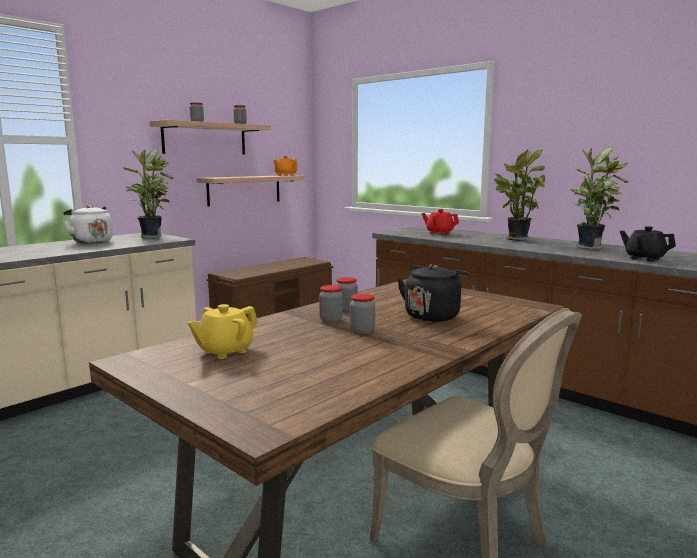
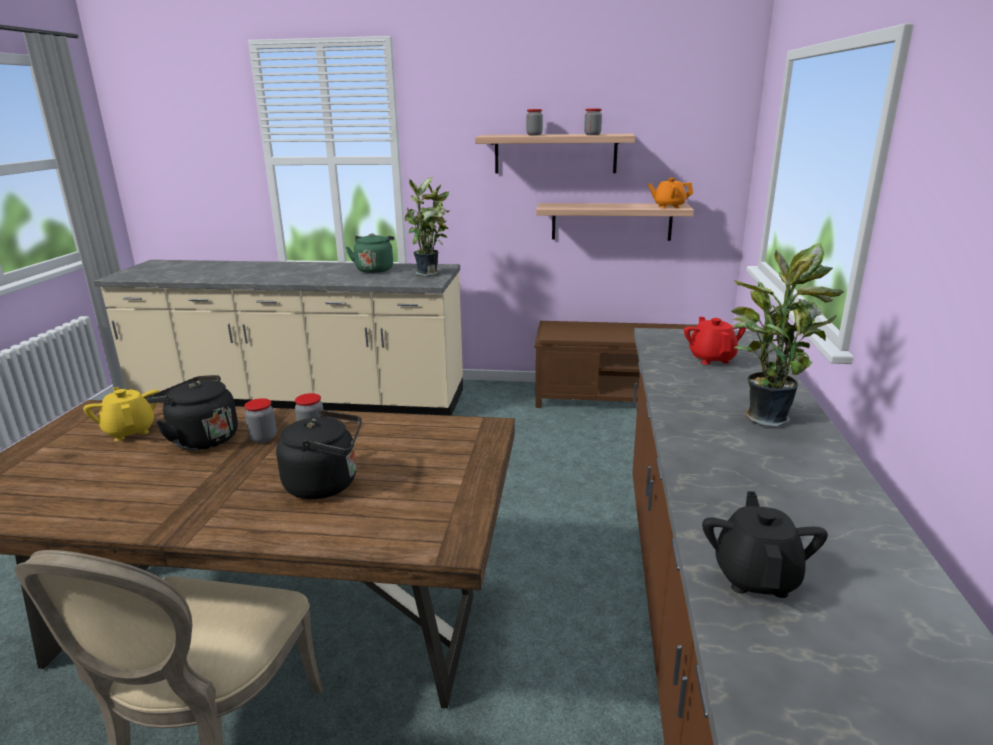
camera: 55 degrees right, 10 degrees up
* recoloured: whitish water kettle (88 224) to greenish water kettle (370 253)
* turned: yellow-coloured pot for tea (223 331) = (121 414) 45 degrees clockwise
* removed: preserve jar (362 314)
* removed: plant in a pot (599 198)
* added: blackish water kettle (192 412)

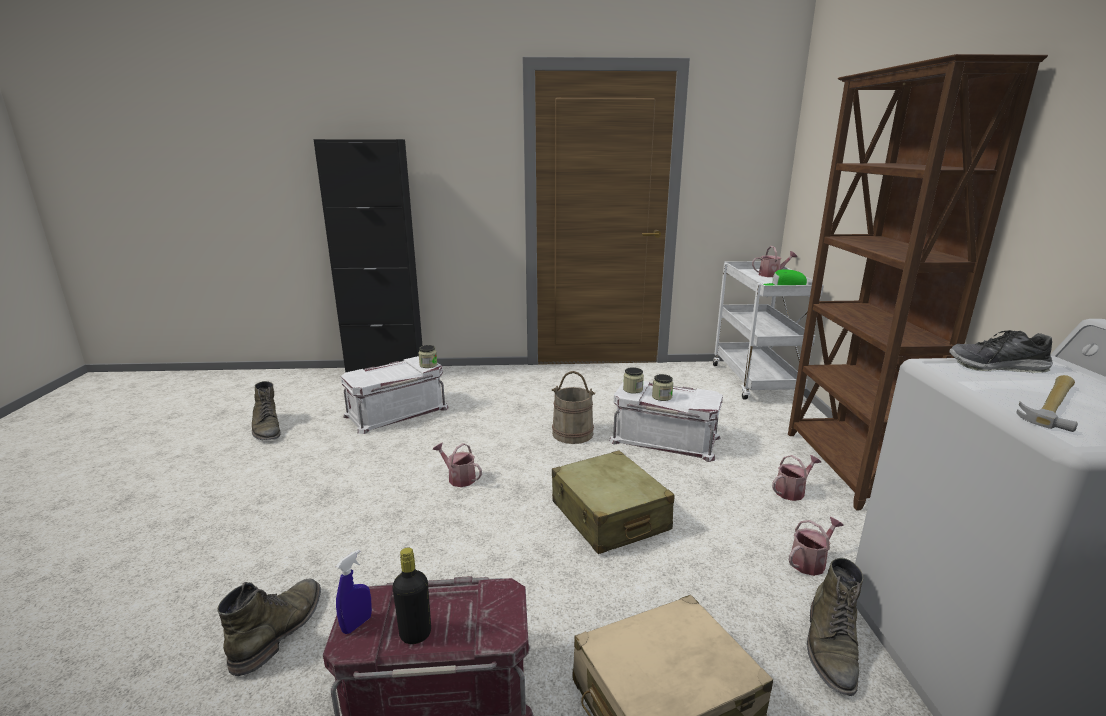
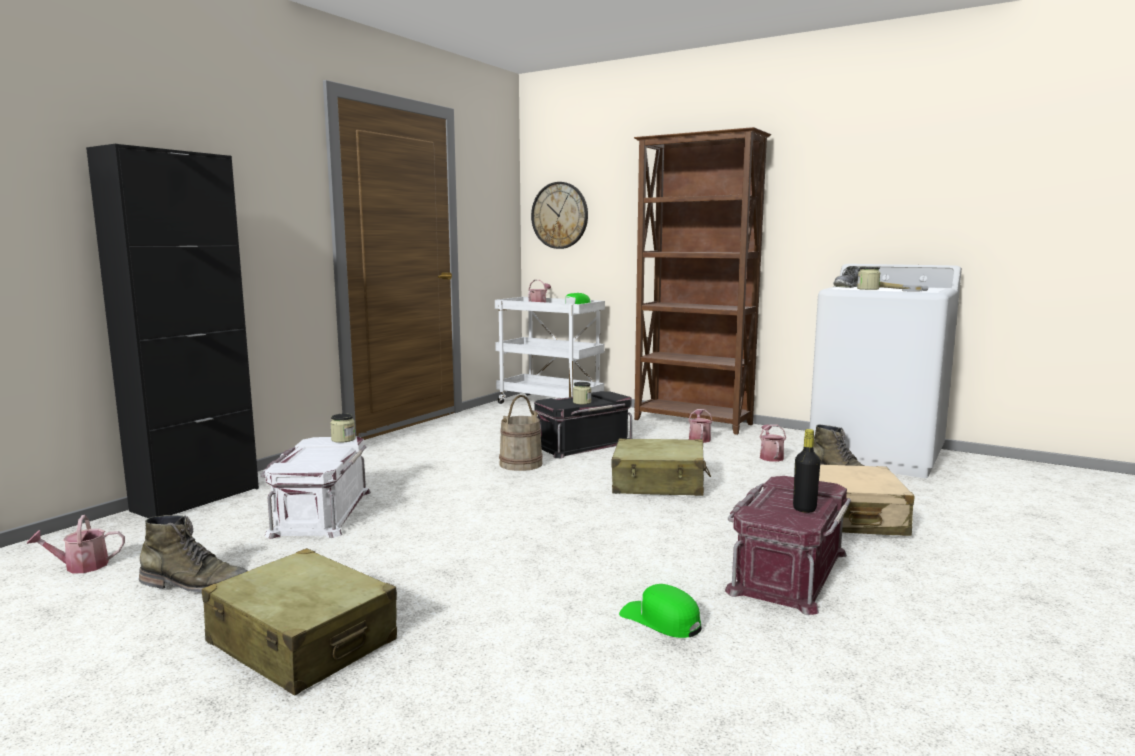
camera: 55 degrees left, 10 degrees down
* replaced: greenish tall boot (269 627) to greenish peaked cap (660 611)
* removed: blue-coloured spray bottle (354 591)
* moved: sprinkling can (457 464) to (76 544)
* recoloured: whitish storage box (666 421) to blackish storage box (583 424)
* moved: preserve jar (633 380) to (868 278)
* added: beige-coloured piece of luggage (299 621)
* added: wall clock (559 215)

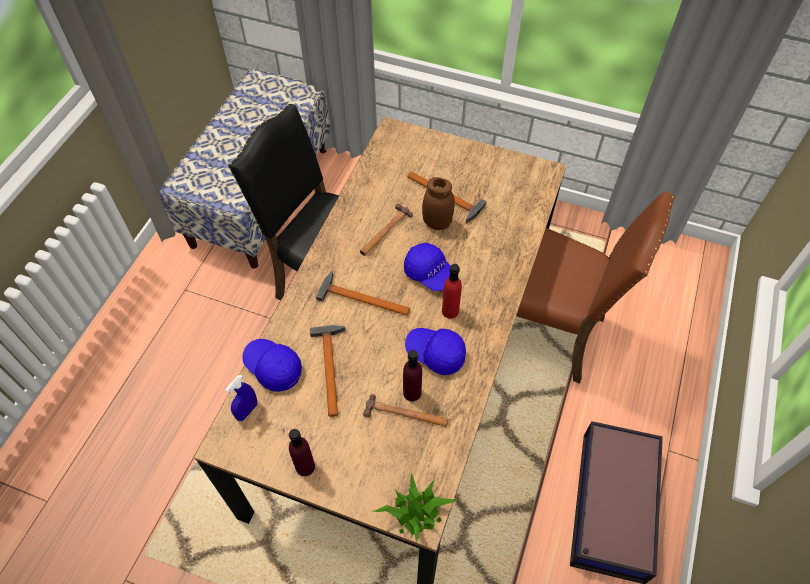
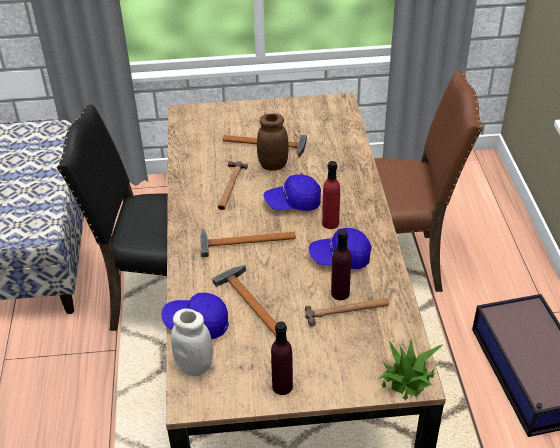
camera: 25 degrees left, 15 degrees down
* replaced: blue-coloured spray bottle (241 398) to whitish preserve jar (192 342)
* turned: blue-coloured peaked cap (427 267) = (292 192) 150 degrees clockwise

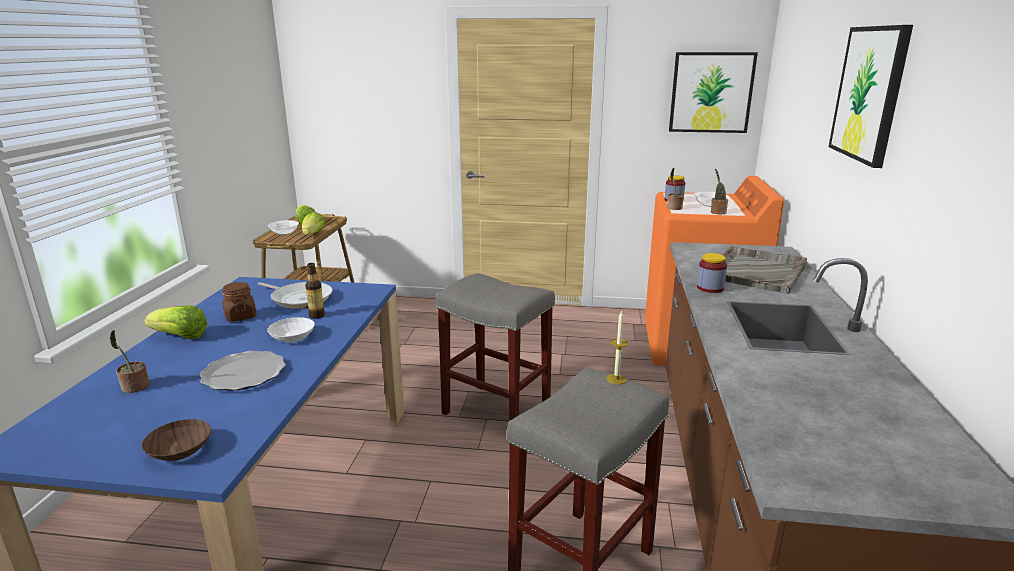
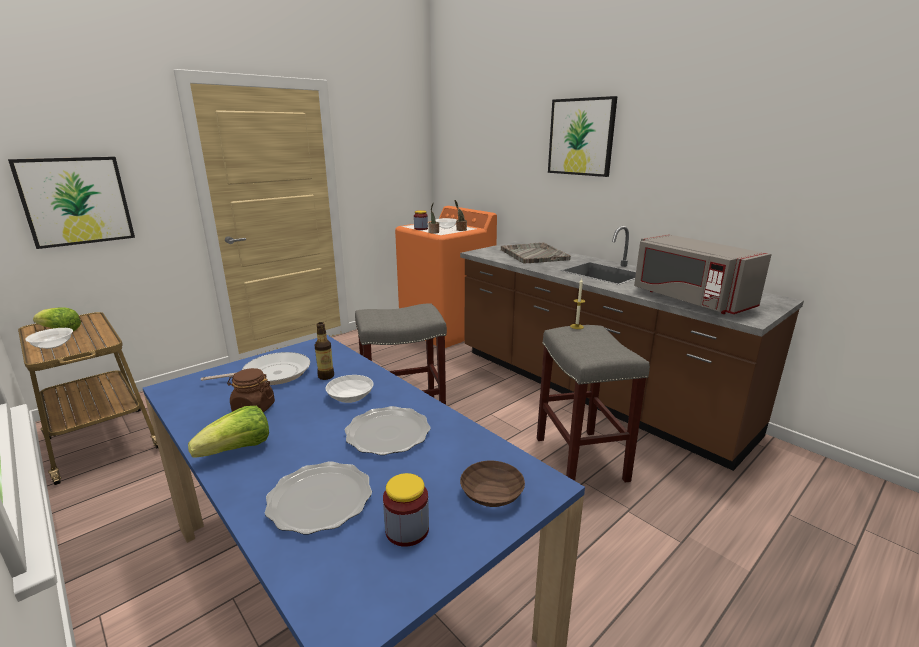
camera: 50 degrees left, 0 degrees up
* replaced: plant in a pot (129 361) to flat dish (318 498)
* removed: head of lettuce (313 223)
* moved: picture (713 92) to (71 203)
* moved: preserve jar (712 273) to (406 510)
* added: gray microwave (703 274)

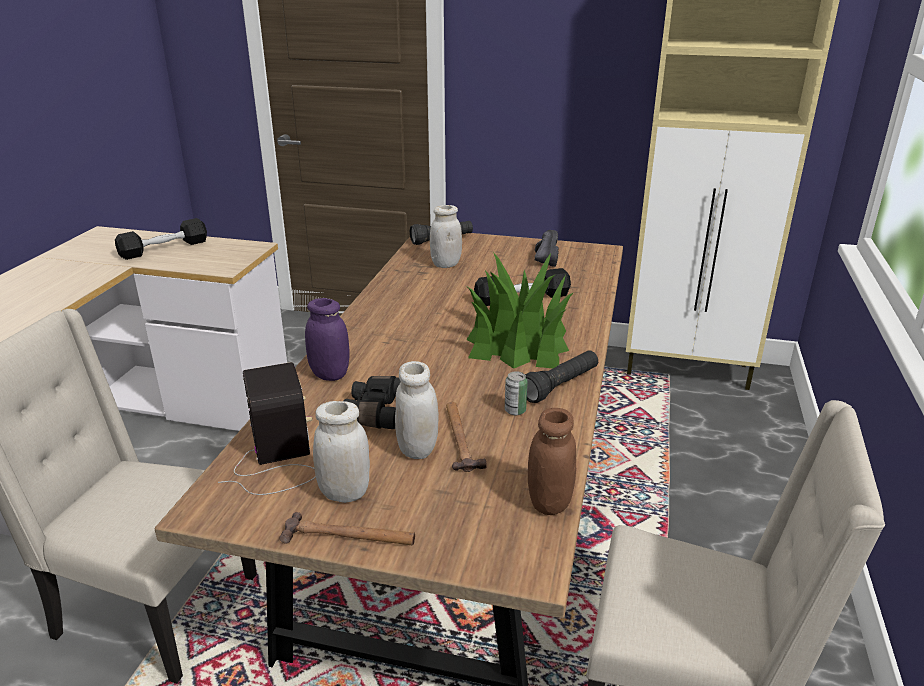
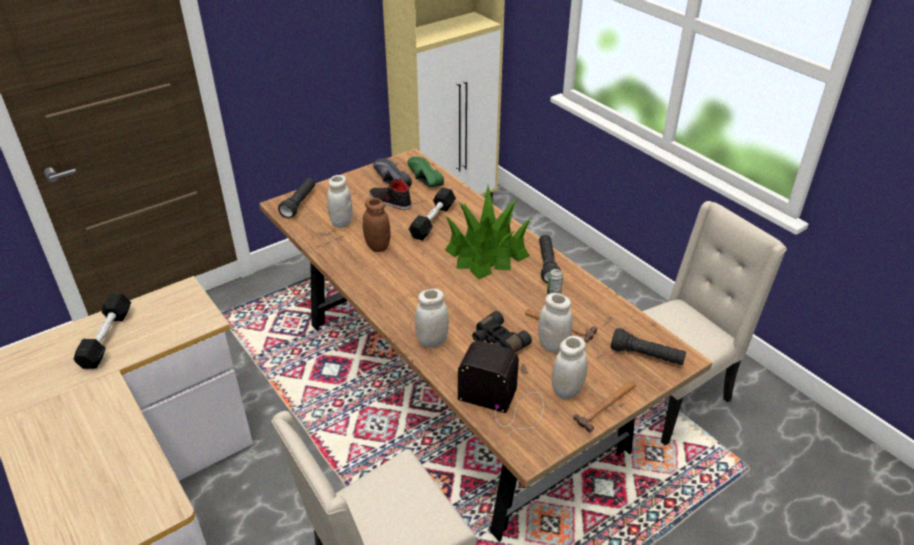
camera: 50 degrees left, 10 degrees up
* recoloured: purplish preserve jar (327 339) to whitish preserve jar (432 318)
* moved: brown-coloured preserve jar (552 461) to (377 225)
* added: blackish shoe (390 194)
* added: greenish shoe (425 171)
* added: blackish torch (648 346)

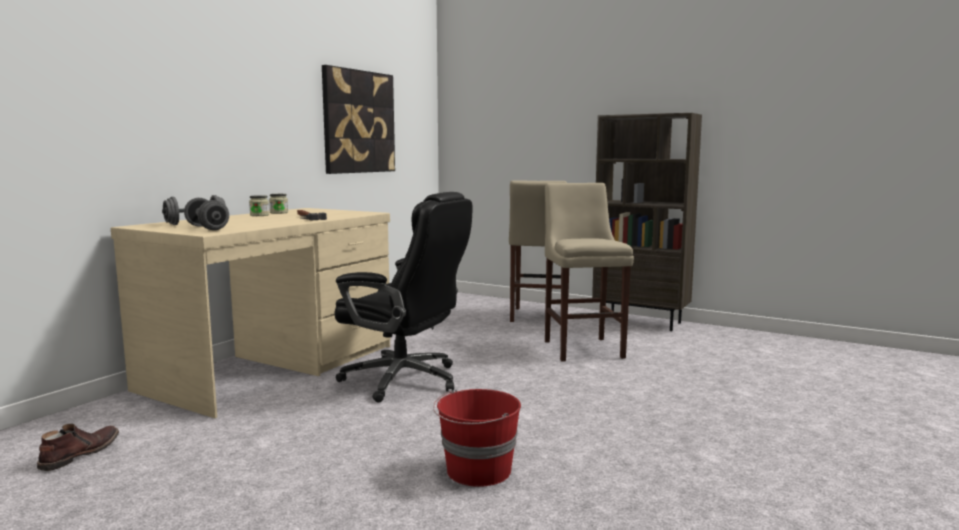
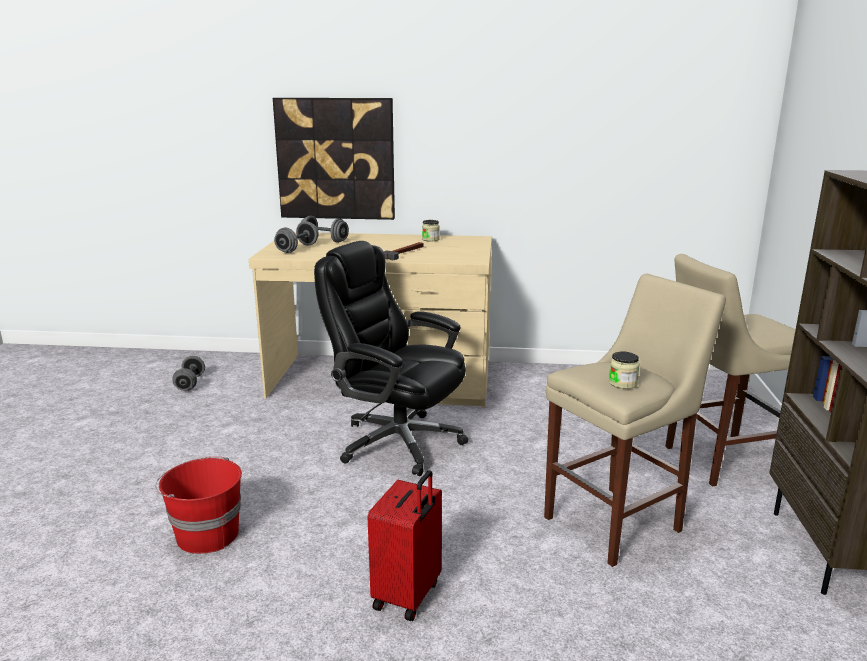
camera: 65 degrees right, 10 degrees up
* replaced: brown-coloured tall boot (78 447) to gray hand weight (188 373)
* moved: preserve jar (259 205) to (624 370)
* moved: picture (358 119) to (334 159)
* turned: blackish office chair (403 297) = (391 358) 120 degrees clockwise
* added: red piece of luggage (405 545)

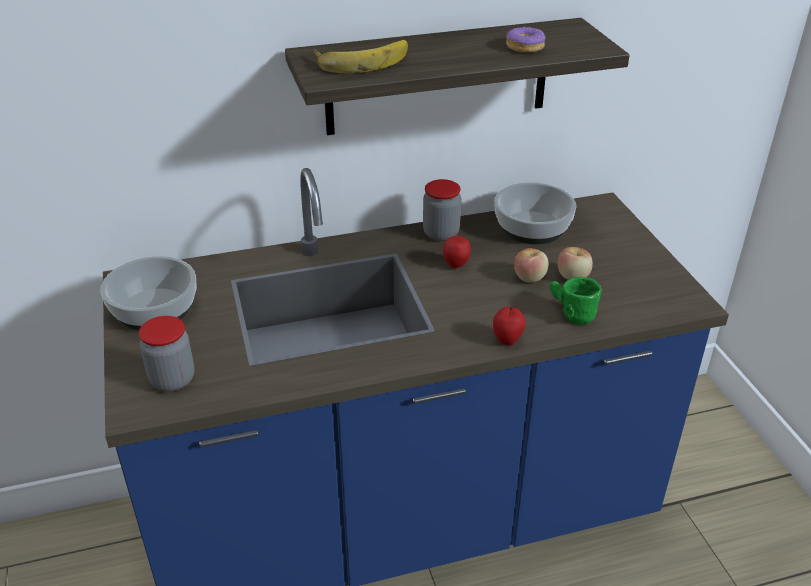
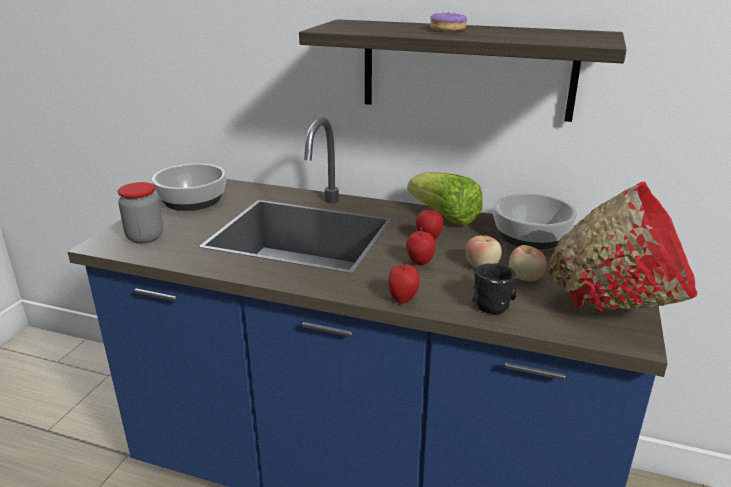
camera: 35 degrees right, 10 degrees down
* removed: banana (361 56)
* replaced: preserve jar (442 210) to head of lettuce (445 199)
* moved: donut (526 39) to (448 22)
* recoloured: greenish coffee mug (576 301) to blackish coffee mug (494 288)
* added: whole apple (420 246)
* added: red bowl (623 246)

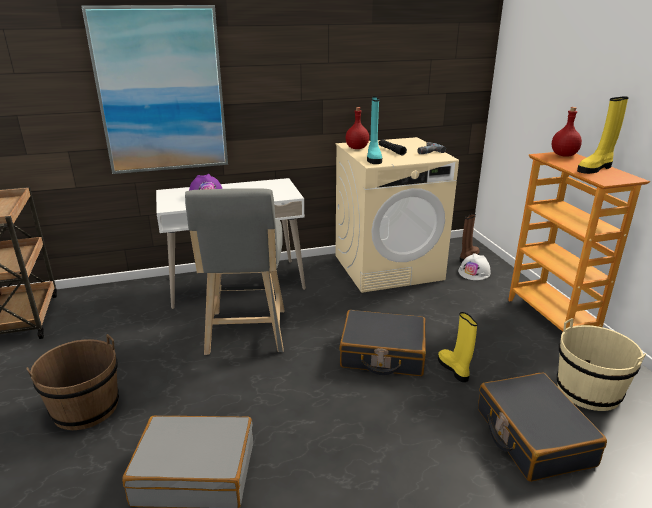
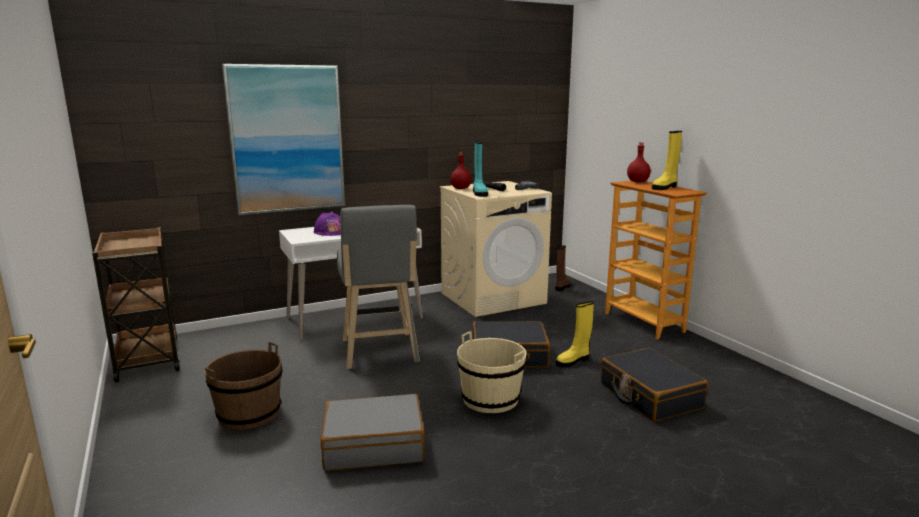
camera: 10 degrees left, 10 degrees down
* turned: yellow-coloured tall boot (458 347) = (575 334) 90 degrees counterclockwise
* removed: whitish work helmet (474 266)
* moved: beige-coloured bucket (601 364) to (491 372)

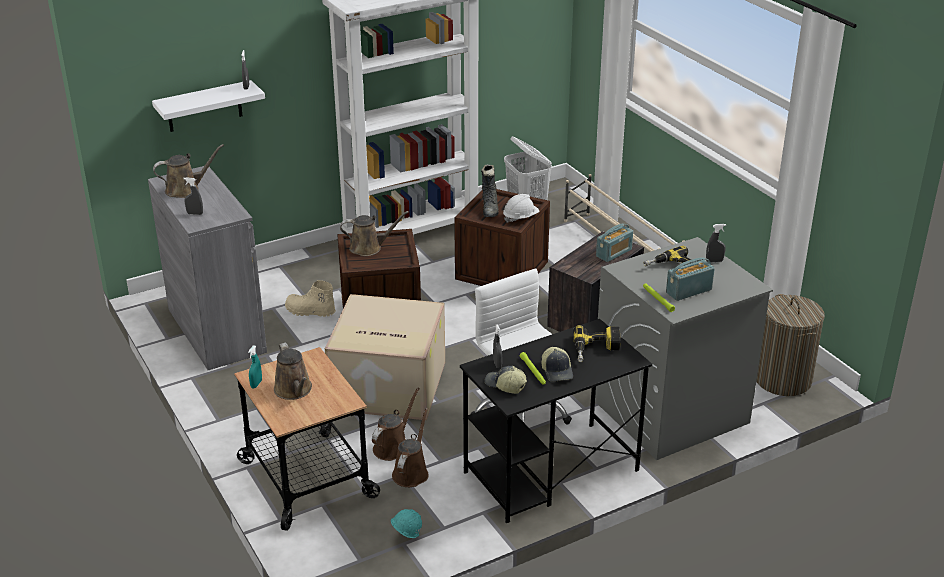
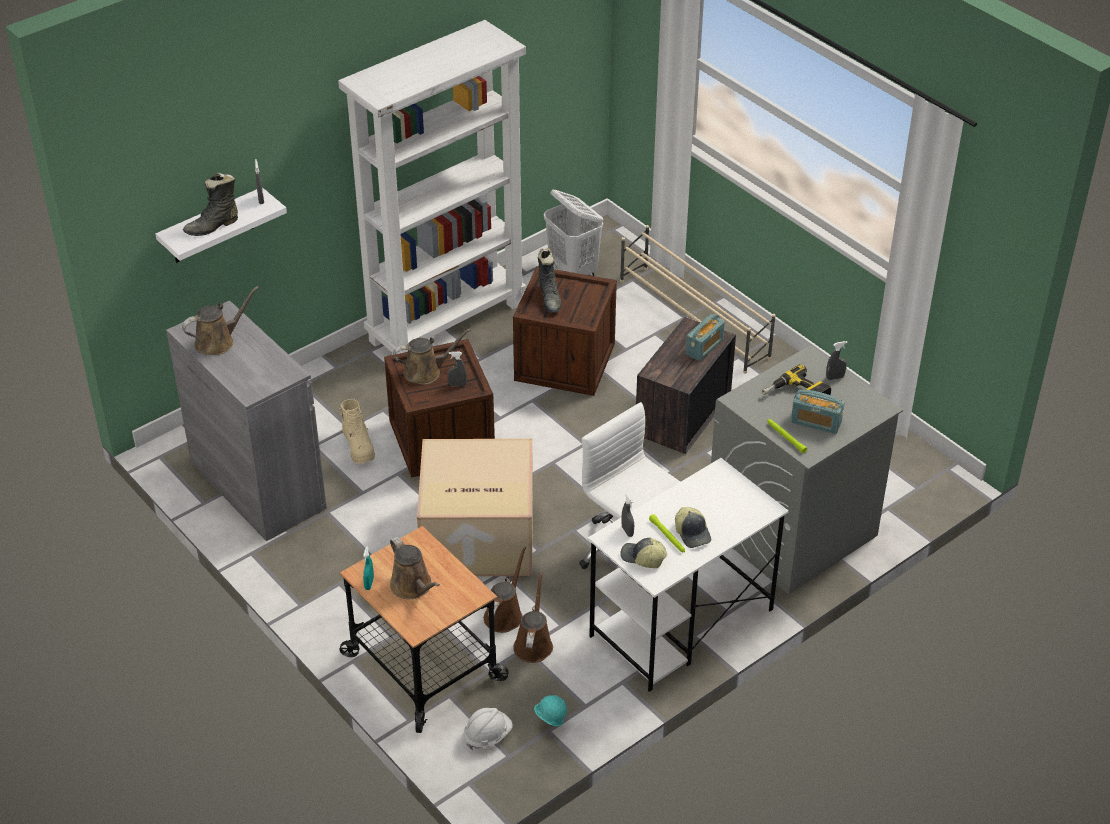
camera: 10 degrees left, 10 degrees up
* moved: gray spray bottle (193 196) to (457 369)
* turned: beige-coloured tall boot (310 298) = (357 431) 120 degrees counterclockwise
* recoloured: blackish desk unit (556 421) to whitish desk unit (688 575)
* moved: whitish work helmet (521 208) to (488 729)
* removed: drill (597 343)
* turned: radio receiver (690 279) = (818 411) 120 degrees counterclockwise
* removed: hamper (790 345)
* added: blackish tall boot (210 204)

